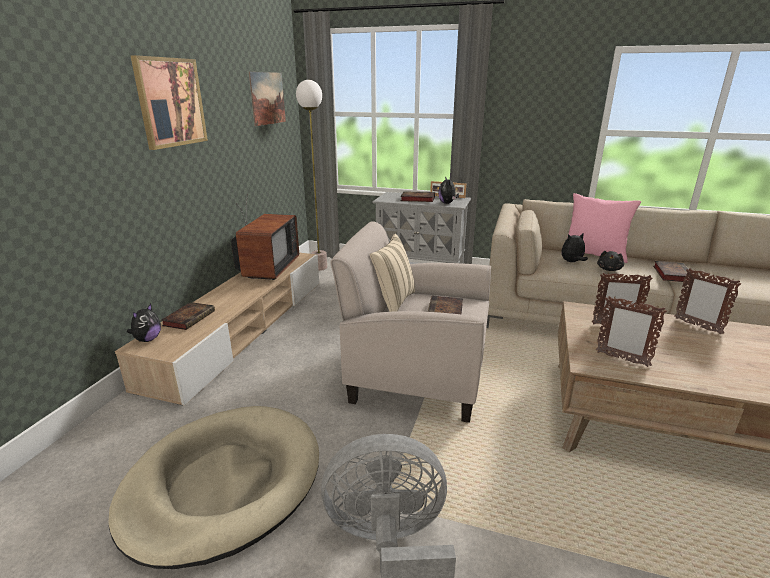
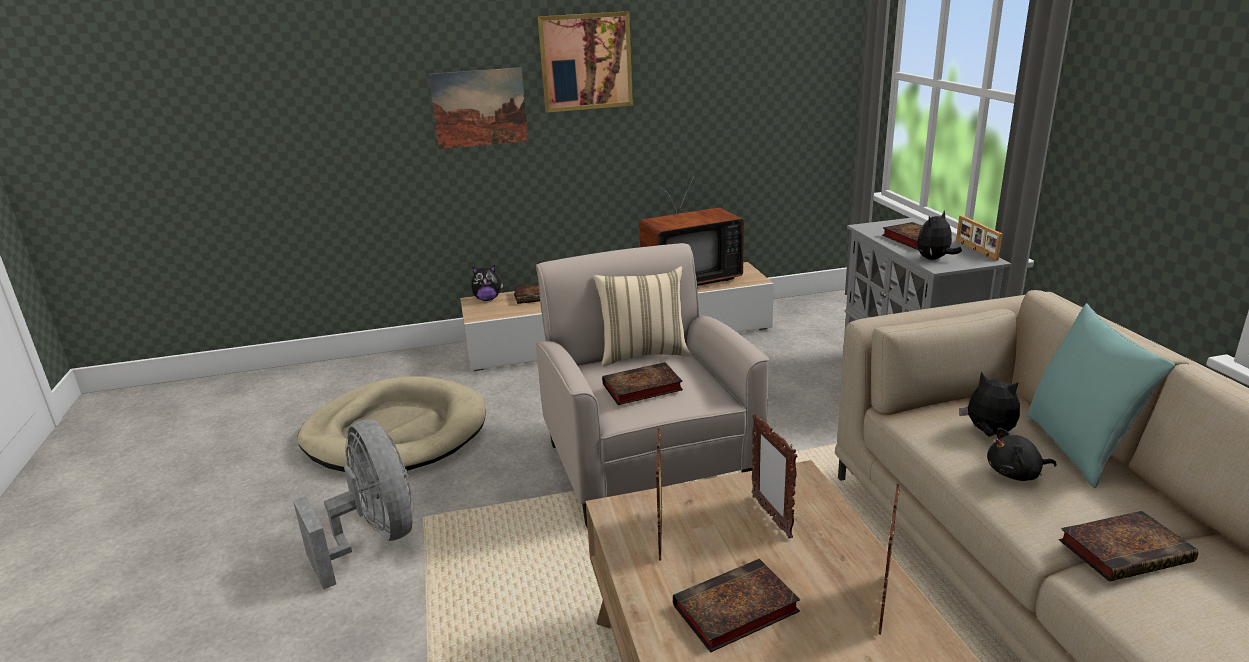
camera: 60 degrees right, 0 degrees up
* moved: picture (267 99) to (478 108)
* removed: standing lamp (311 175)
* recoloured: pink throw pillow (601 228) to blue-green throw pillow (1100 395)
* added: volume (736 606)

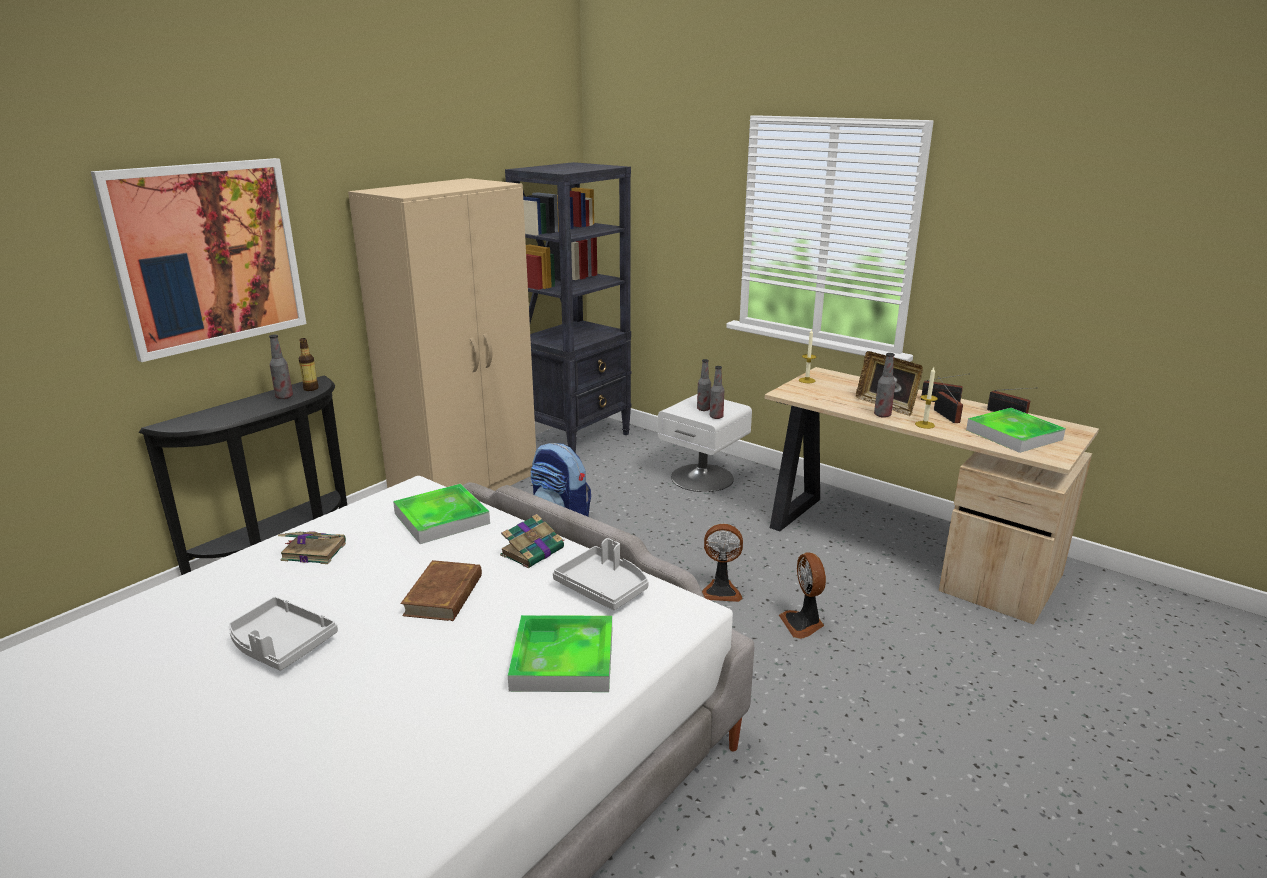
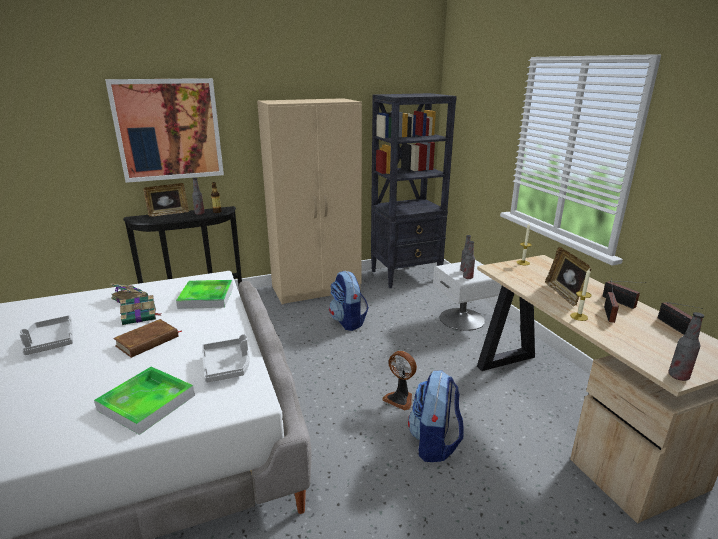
camera: 30 degrees right, 0 degrees up
* moved: volume (532 541) to (141 310)
* replaced: fan (802 596) to knapsack (436 416)
* moved: bottle (884 385) to (686 346)
* removed: tray (1016 430)
* added: picture frame (166 200)

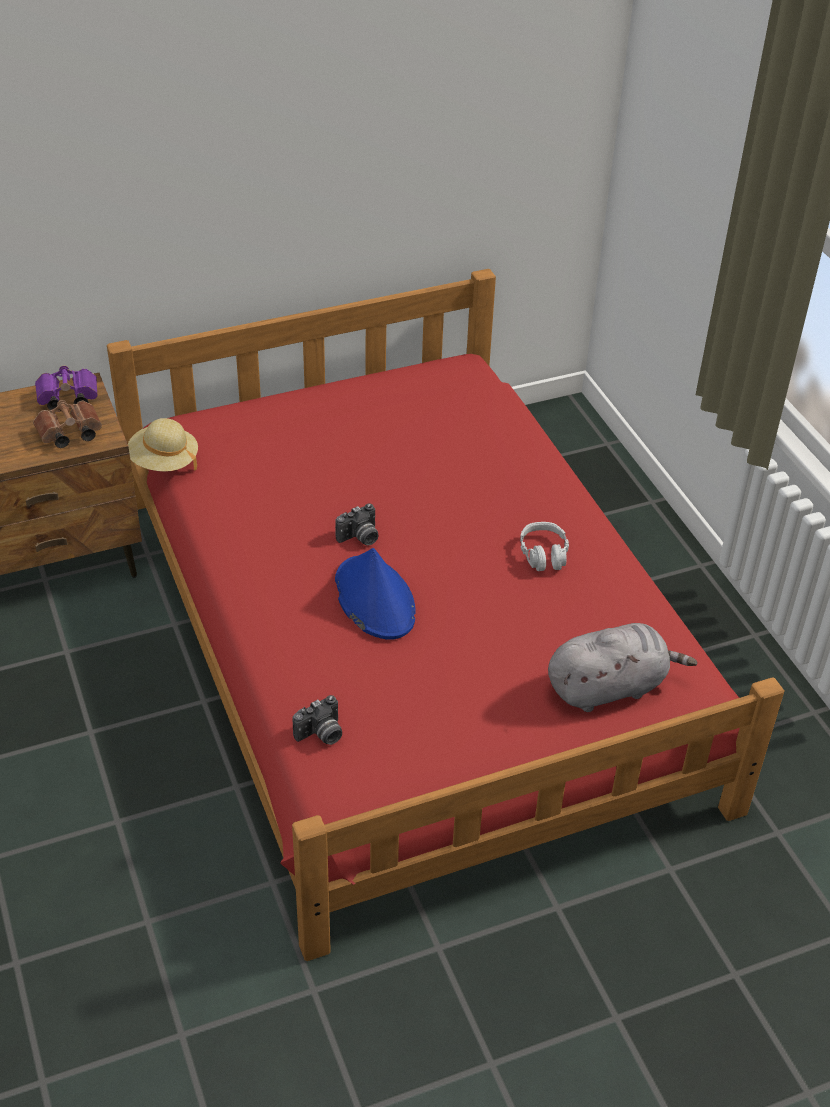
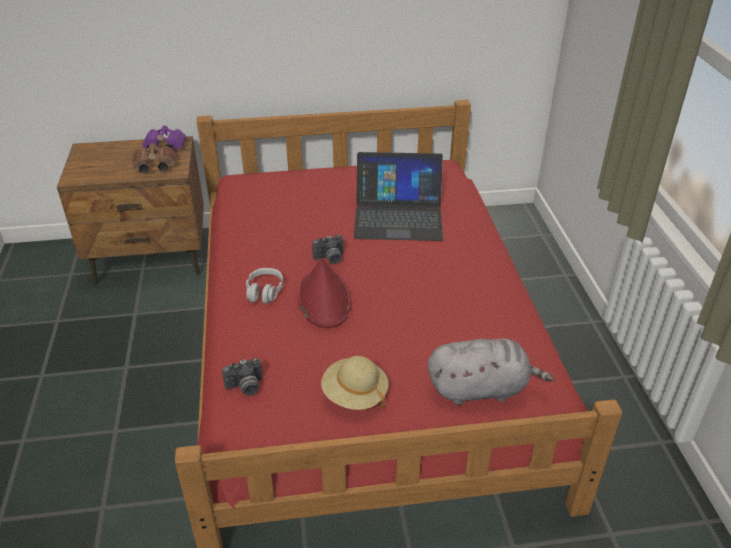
camera: 15 degrees right, 5 degrees down
* moved: beige-coloured wearable hat (163 445) to (354 383)
* recoloured: blue-coloured wearable hat (375 594) to red wearable hat (325 293)
* moved: gray headset (544 546) to (264 286)
* added: notebook computer (398 196)

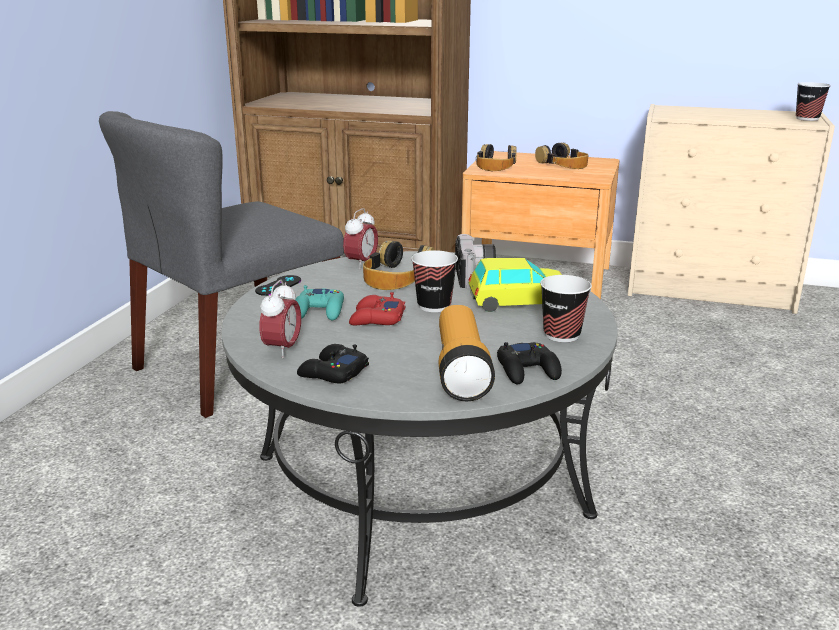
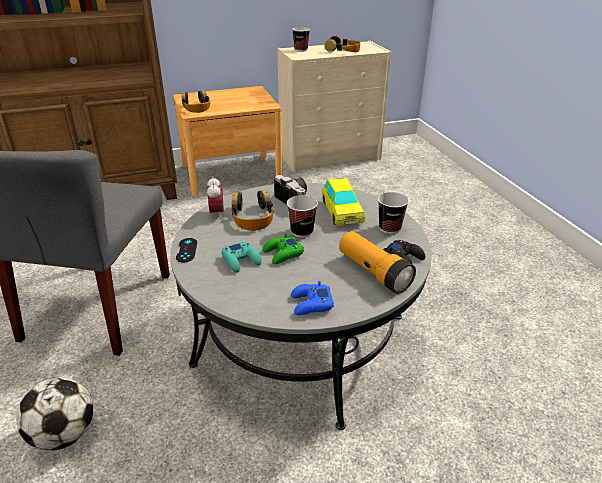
camera: 35 degrees left, 10 degrees up
* removed: table clock (280 319)
* recoloured: blackish gamepad (333 364) to blue-coloured gamepad (312 298)
* recoloured: red gamepad (377 308) to greenish gamepad (283 248)
* turned: model car (515 285) = (343 201) 120 degrees clockwise
* moved: headset (562 155) to (342 43)
* moved: cup (813 101) to (301 39)
* added: football (55 414)

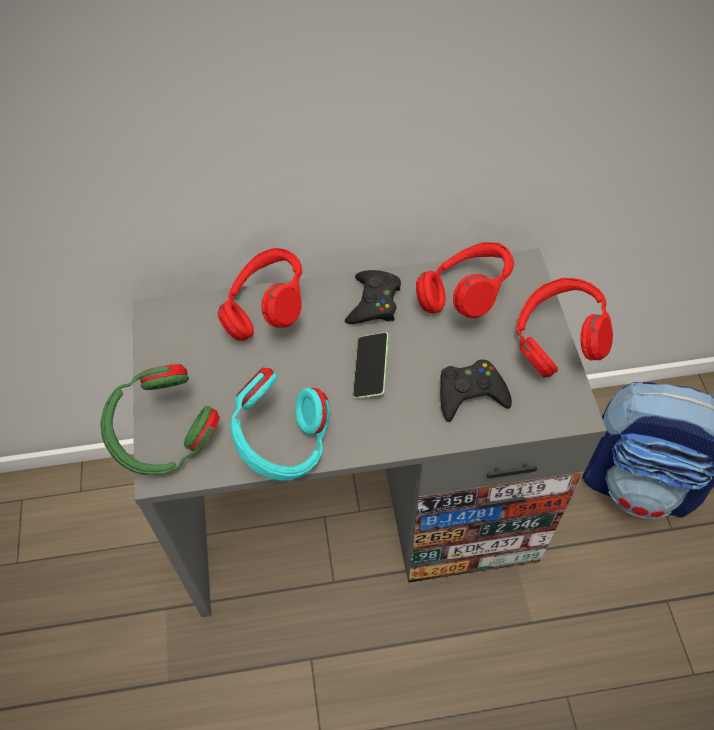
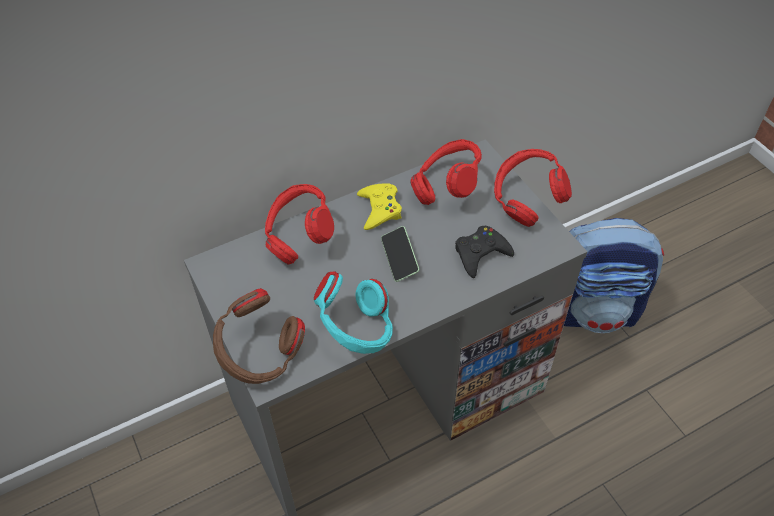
camera: 20 degrees left, 5 degrees down
* recoloured: greenish headset (160 419) to brown-coloured headset (259 336)
* recoloured: blackish gamepad (373 297) to yellow-coloured gamepad (379 206)

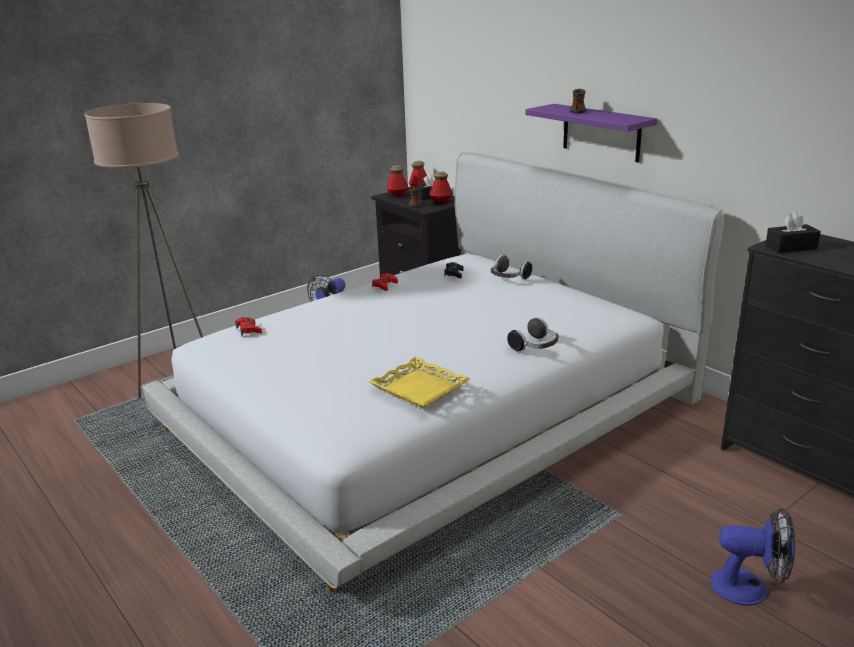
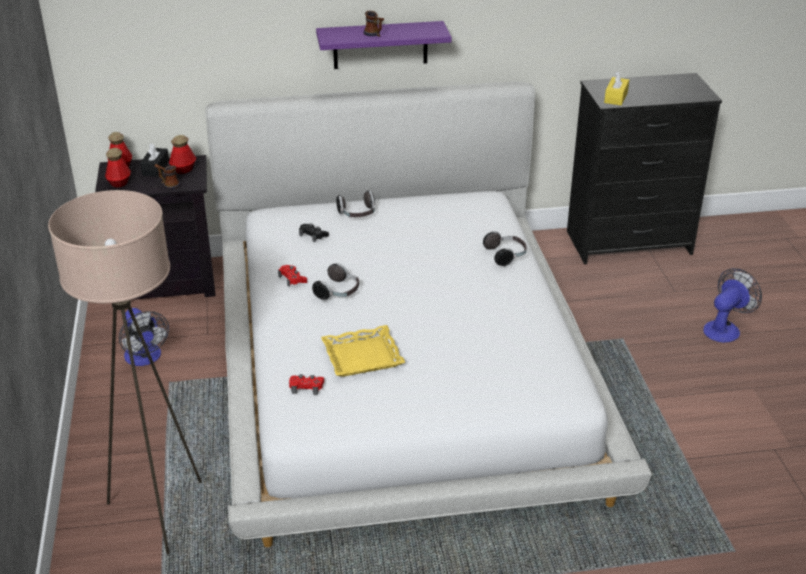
camera: 60 degrees left, 10 degrees up
* moved: yellow-coloured tray (419 382) to (363 351)
* recoloured: blackish tissue box (793 232) to yellow-coloured tissue box (616 88)
* added: headset (335 282)

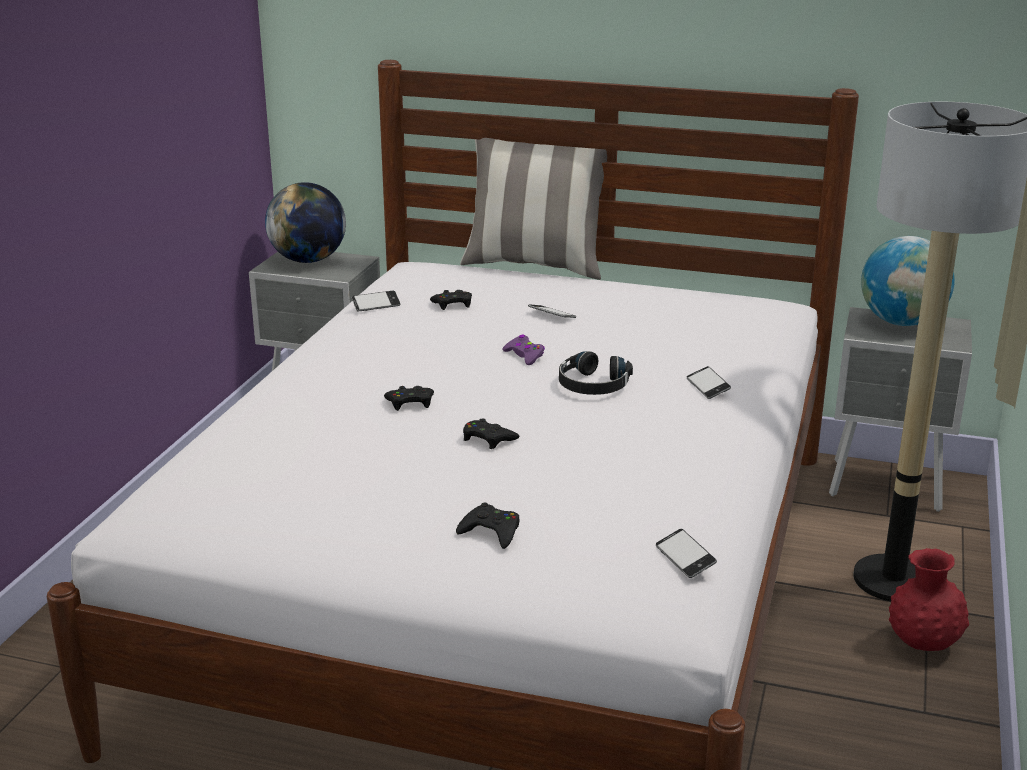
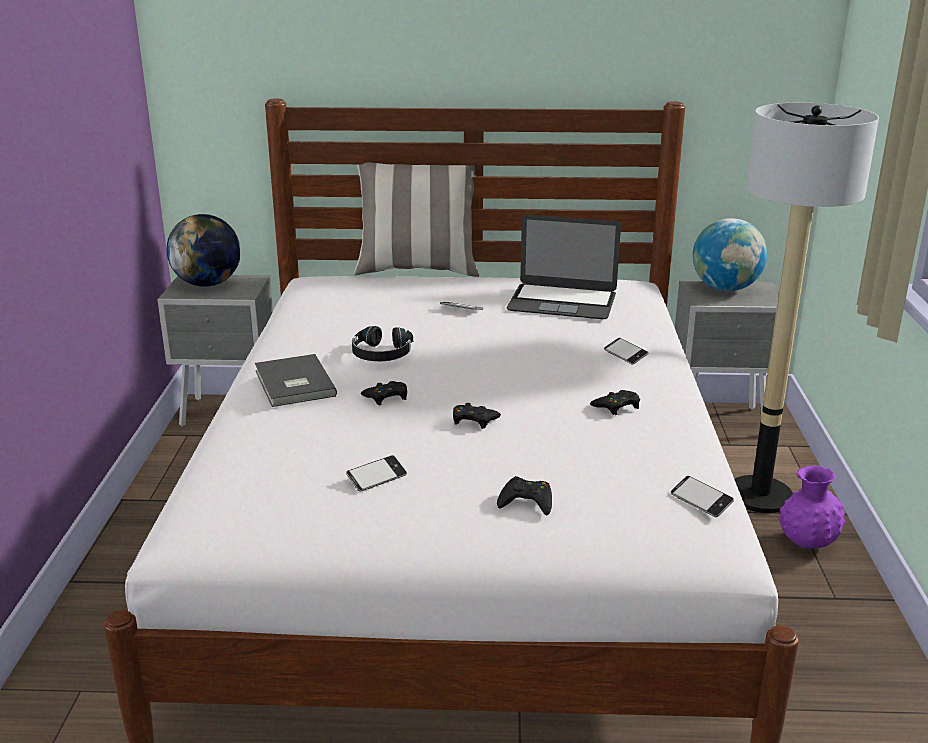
camera: 15 degrees left, 0 degrees up
* moved: handset (376 301) to (376 473)
* moved: blackish gamepad (451 300) to (615 402)
* removed: purplish gamepad (523 349)
* moved: blackish headset (596 373) to (382 343)
* recoloured: red flower vase (929 599) to purplish flower vase (812 507)
* added: gray volume (296 380)
* added: notebook computer (564 267)

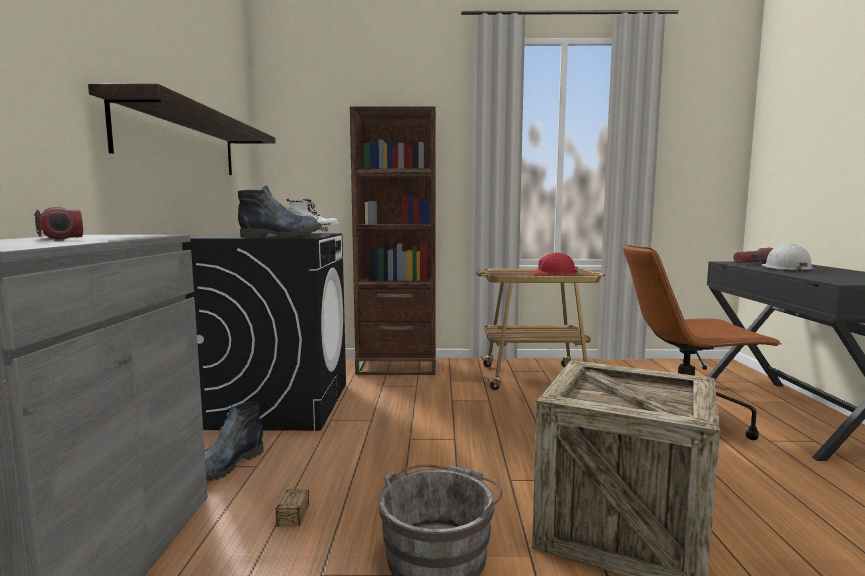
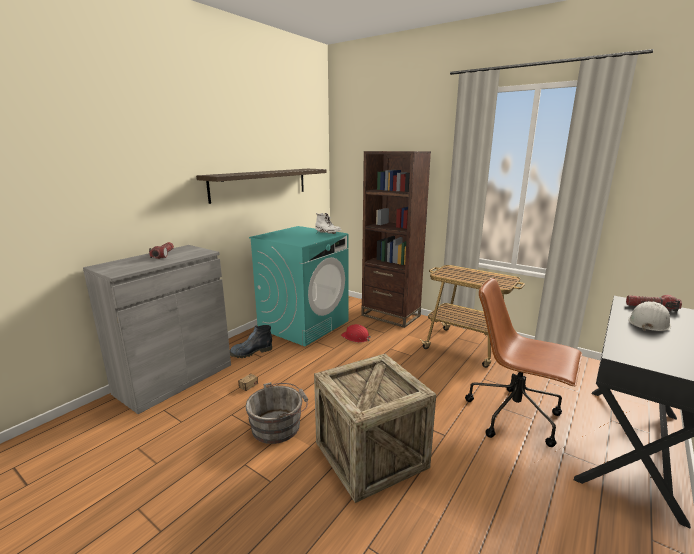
camera: 35 degrees right, 10 degrees up
* recoloured: blackish laundry machine (264 332) to blue-green laundry machine (299 286)
* removed: tall boot (280 212)
* moved: red work helmet (554 264) to (356 333)

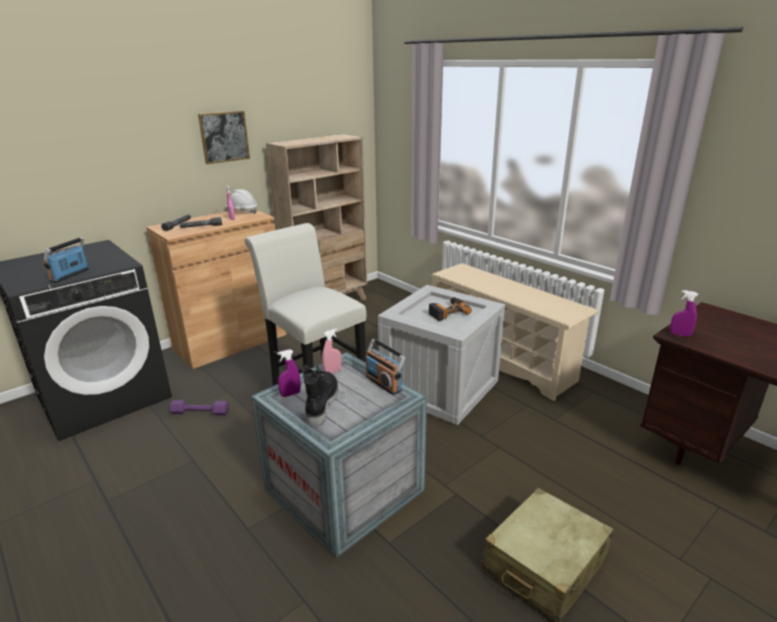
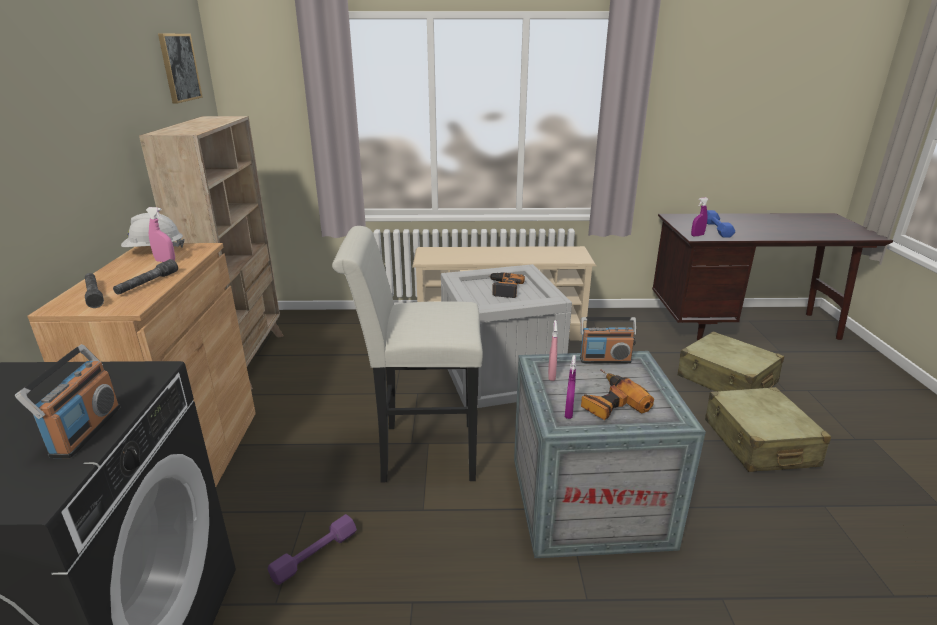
camera: 50 degrees left, 0 degrees up
* turned: radio receiver (66 260) = (67 401) 150 degrees counterclockwise
* moved: picture (224 137) to (180 68)
* replaced: blackish tall boot (320 396) to drill (617 394)
* added: beige-coloured piece of luggage (731 361)
* added: blue-coloured hand weight (721 224)

